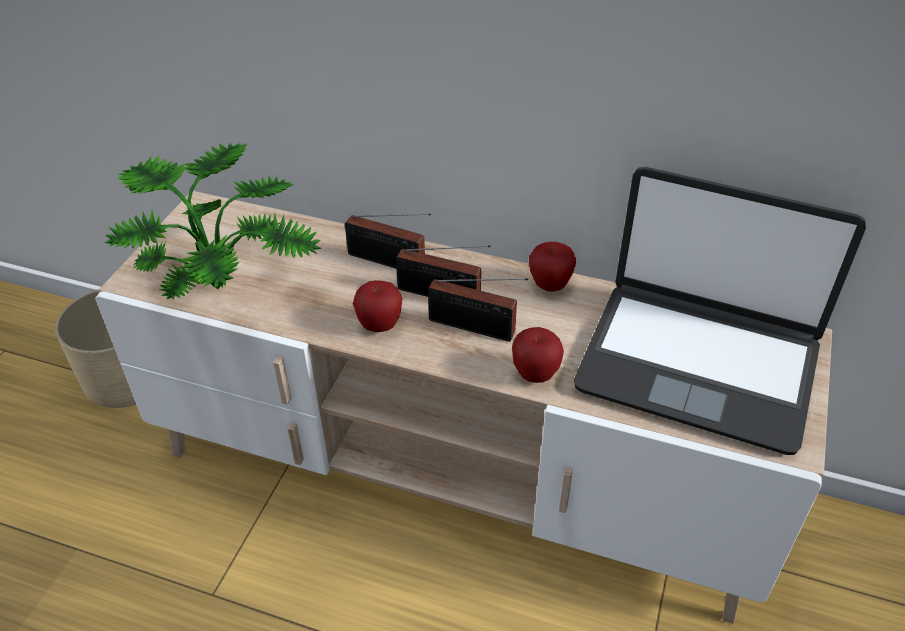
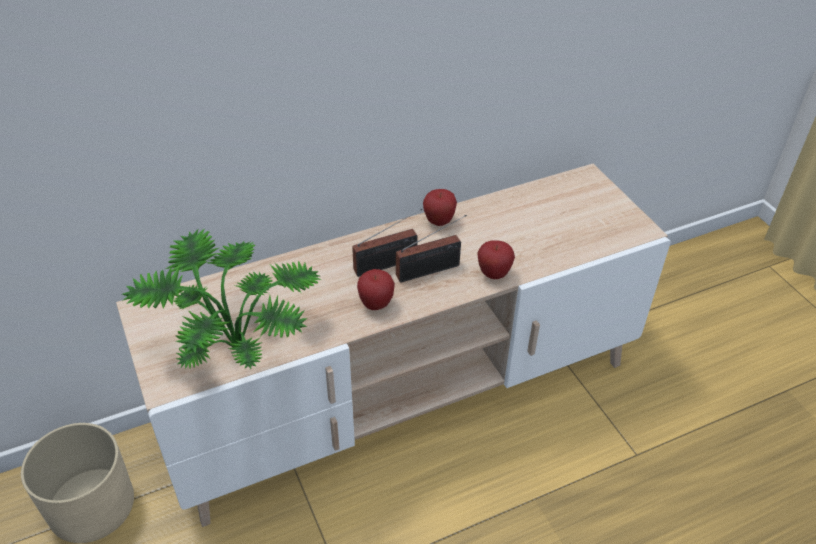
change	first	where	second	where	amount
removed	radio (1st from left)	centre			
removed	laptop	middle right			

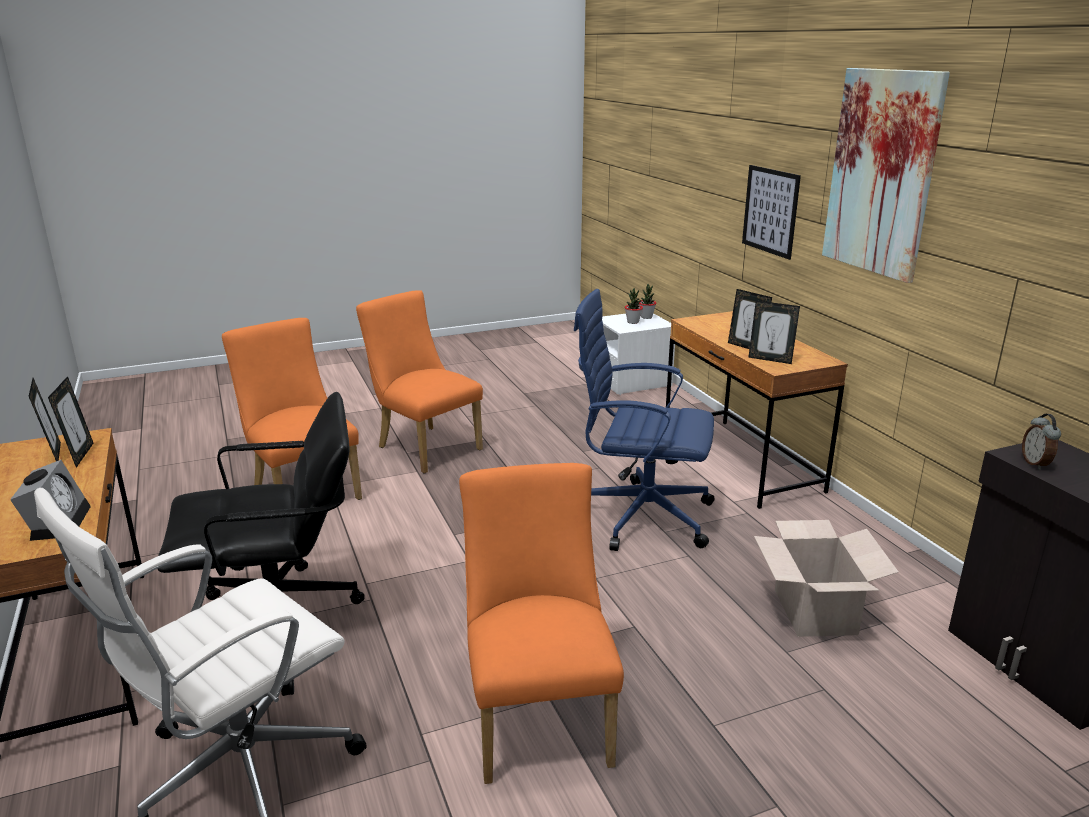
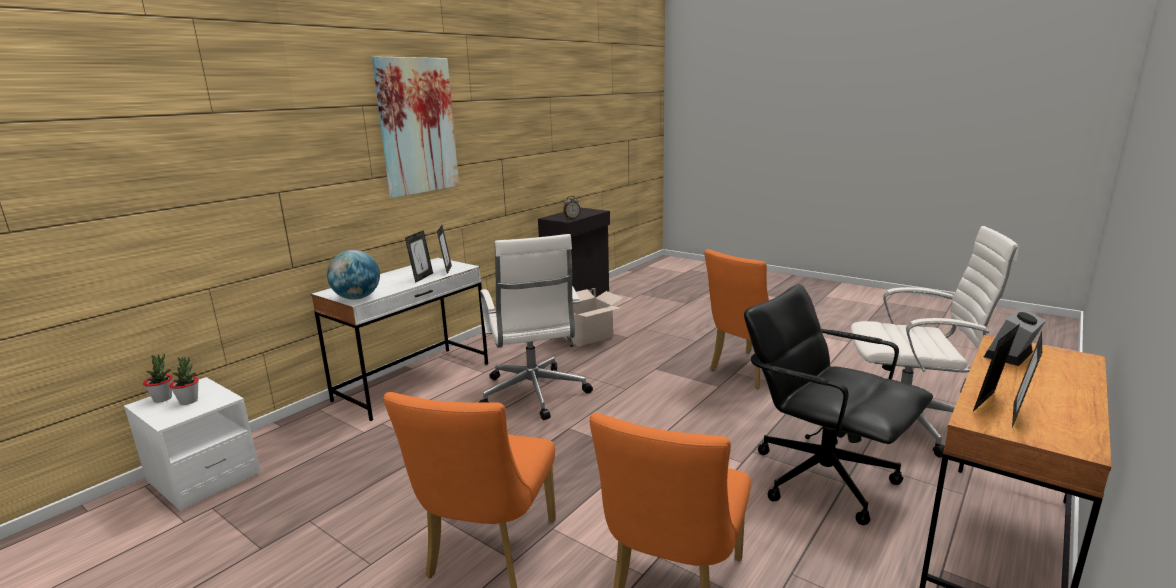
change	first	where	second	where	amount
recoloured	desk (brown) (2nd from left)	middle right	desk (white)	centre	
added			globe	middle left	
recoloured	office chair (blue)	centre	office chair (white) (1st from left)	centre	
removed	picture (1st from left)	top right			

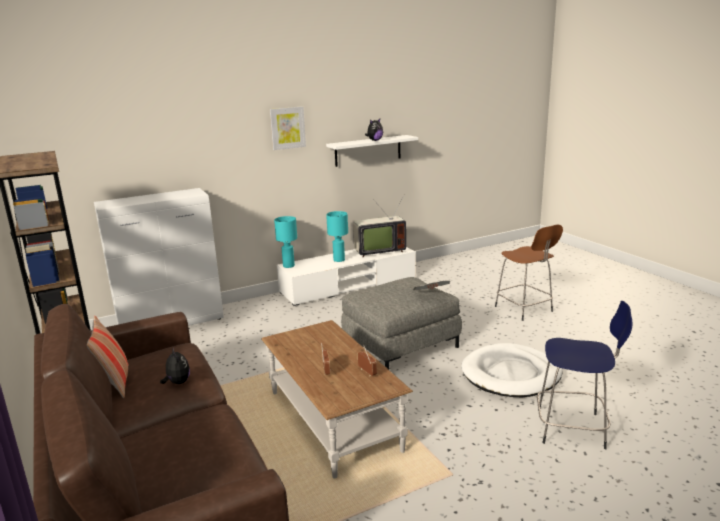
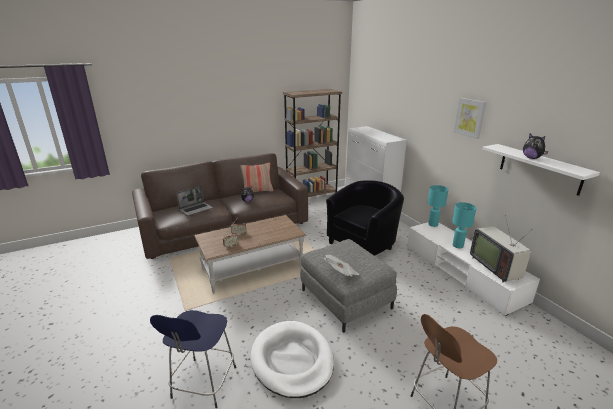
change	first	where	second	where	amount
added			laptop	middle left	
added			armchair (black)	centre	

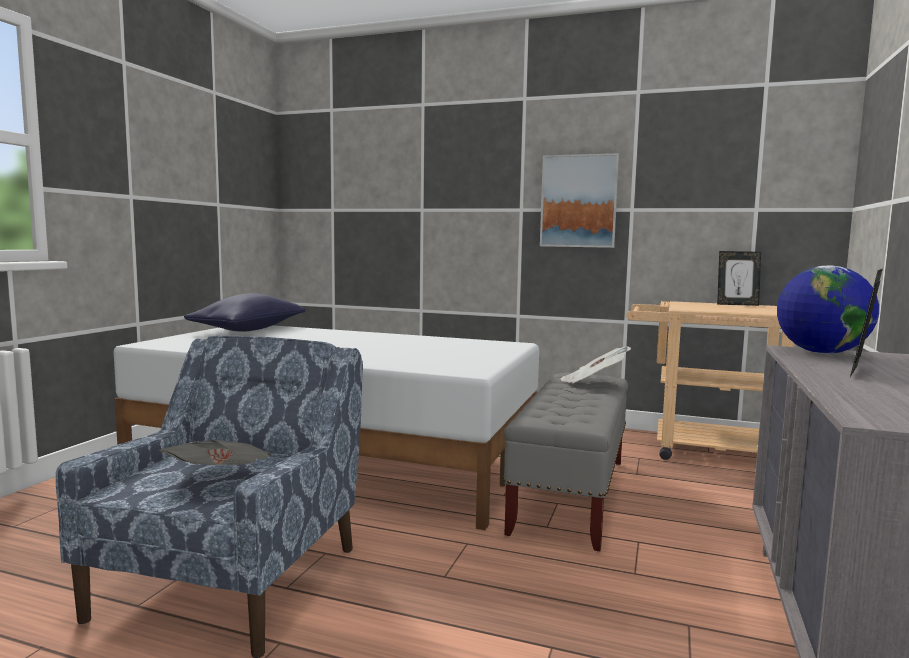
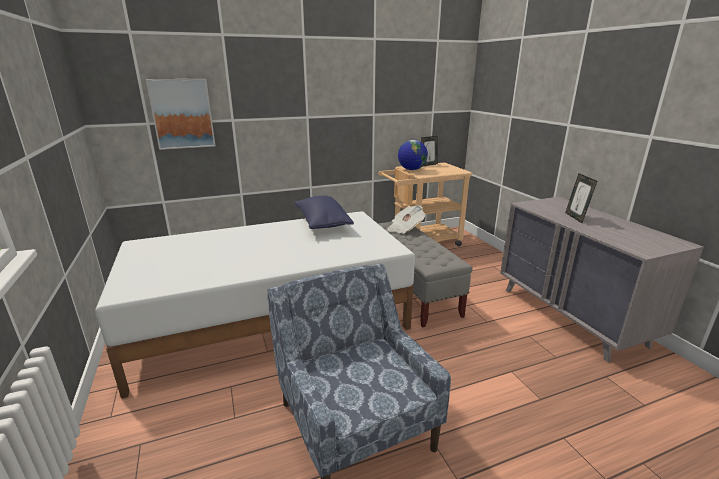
change	first	where	second	where	amount
moved	picture	top centre		top left	
moved	pillow (blue)	middle left		centre	
moved	globe	middle right		top centre	
removed	newspaper (1st from left)	bottom left			

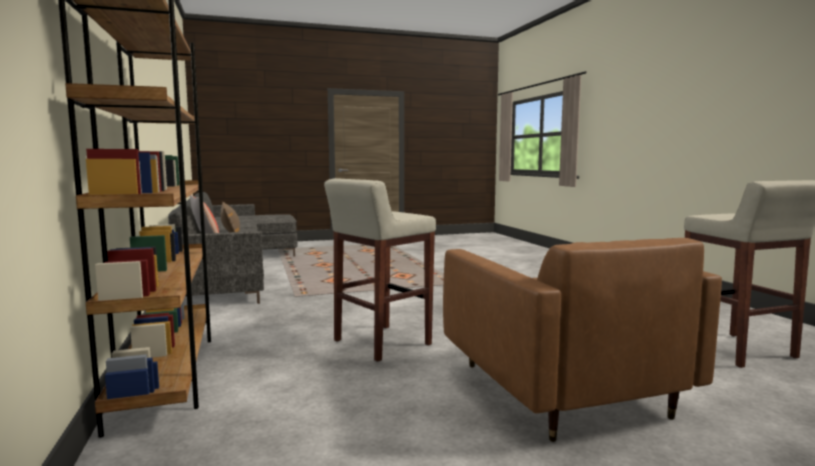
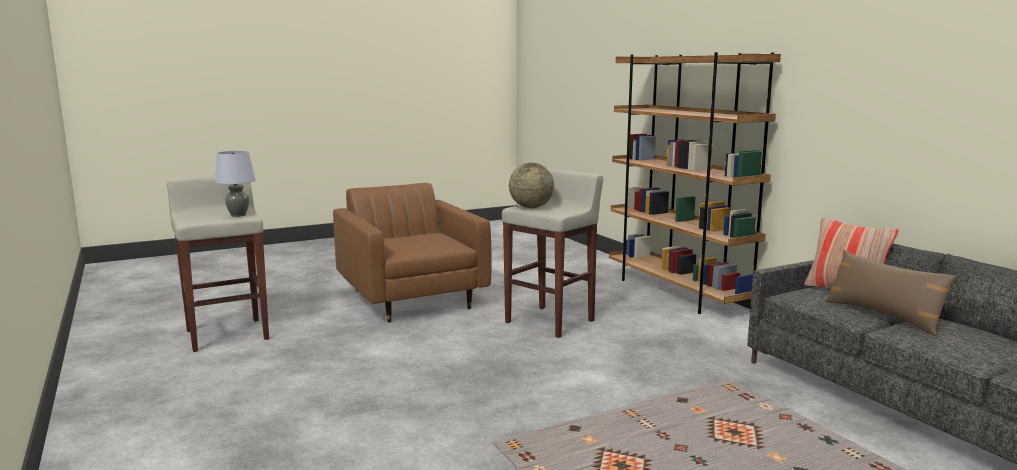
change	first	where	second	where	amount
added			table lamp (grey)	middle left	
added			globe	centre	

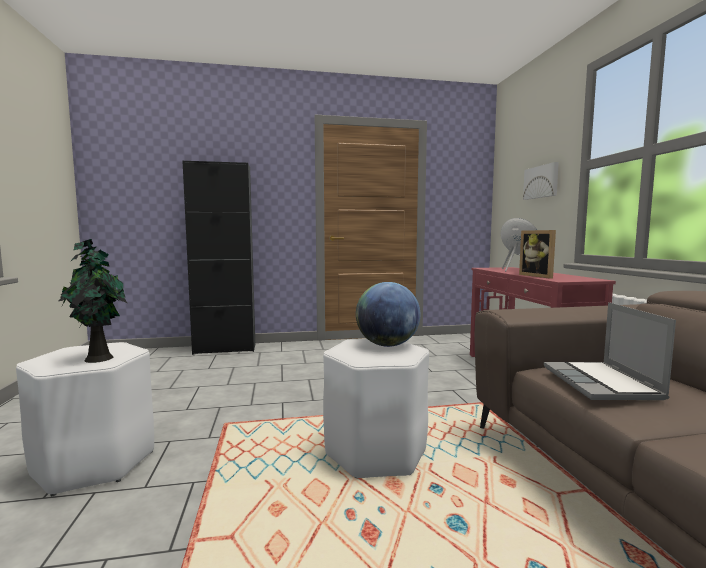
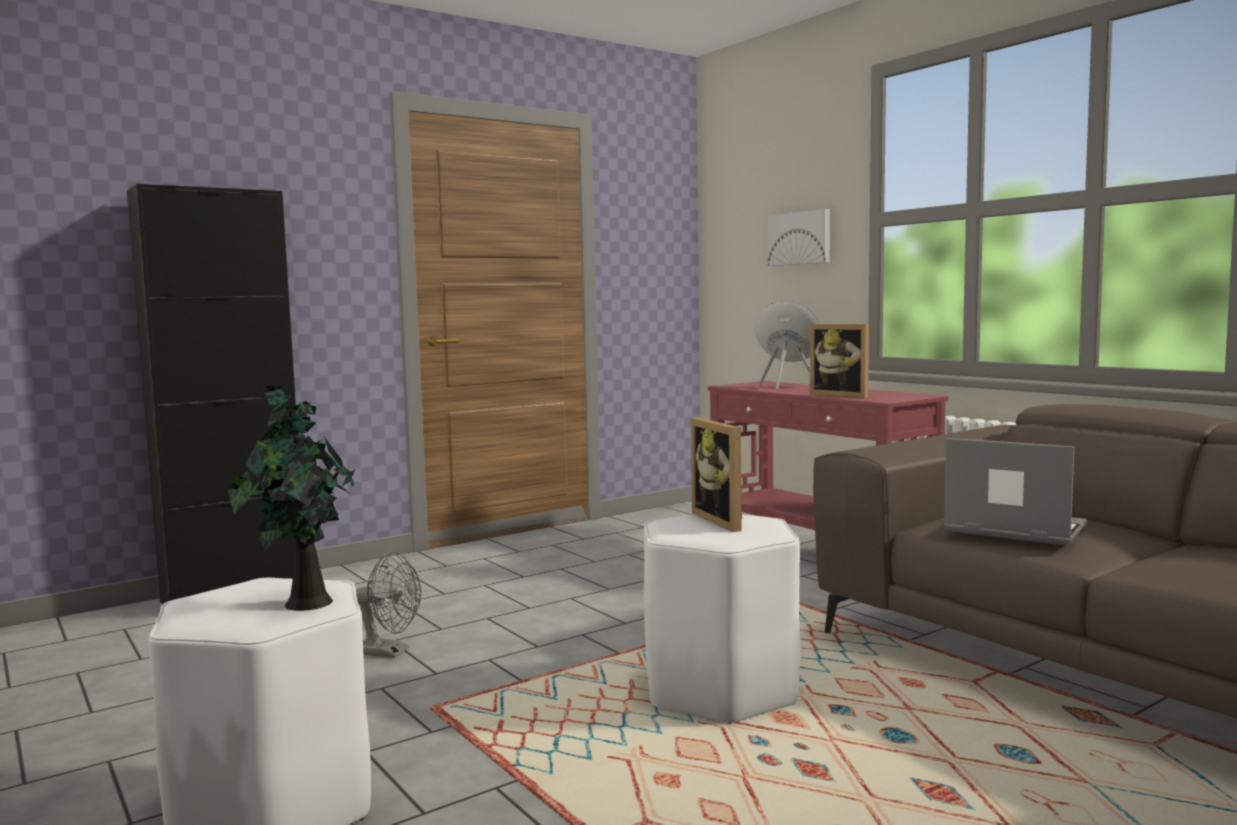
change	first	where	second	where	amount
added			fan (grey)	bottom left	
replaced	globe	centre	picture frame (1st from left)	centre	
turned	laptop	middle right		middle right	150 degrees clockwise

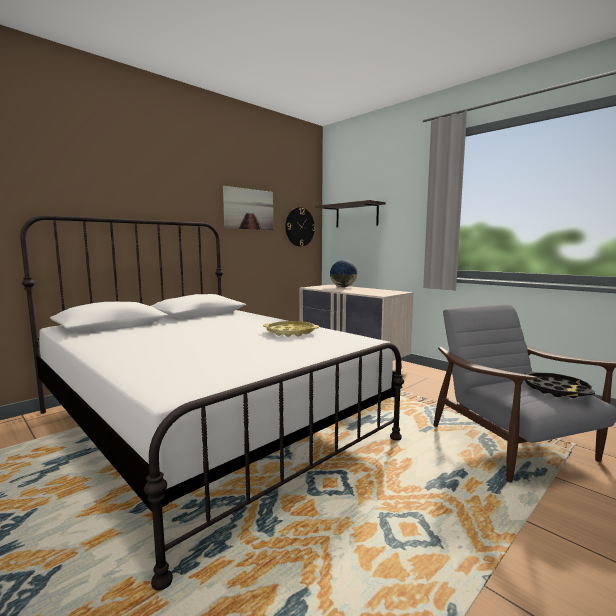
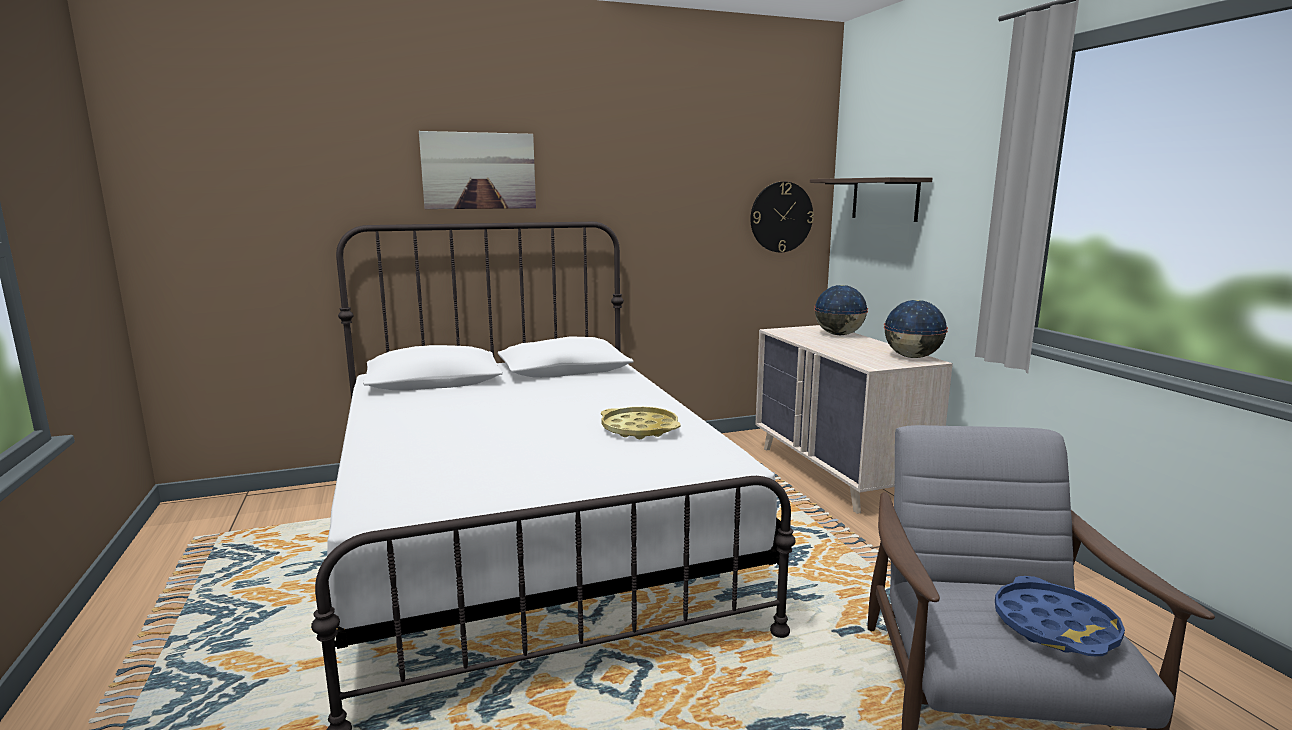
change	first	where	second	where	amount
moved	picture	centre		top centre	
added			globe (2nd from left)	middle right	
recoloured	tray (black)	middle right	tray (blue)	bottom right	

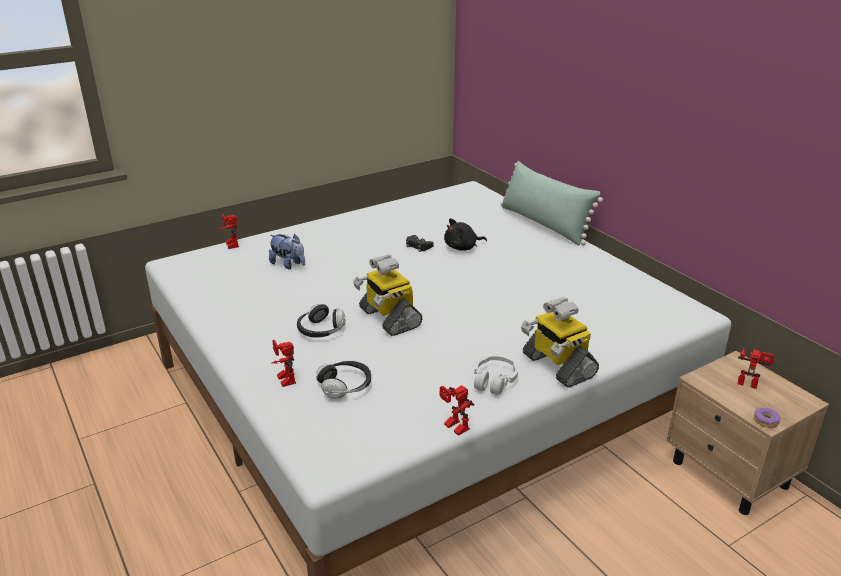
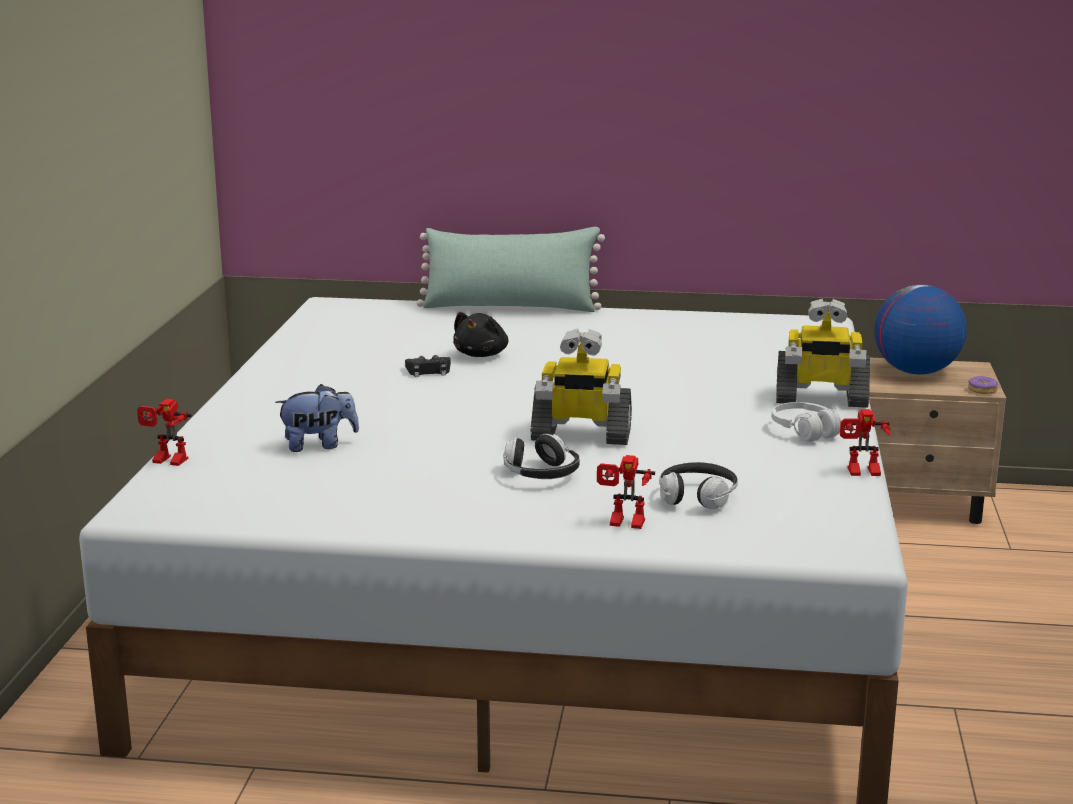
change	first	where	second	where	amount
replaced	toy robot (6th from left)	middle right	globe	middle right	

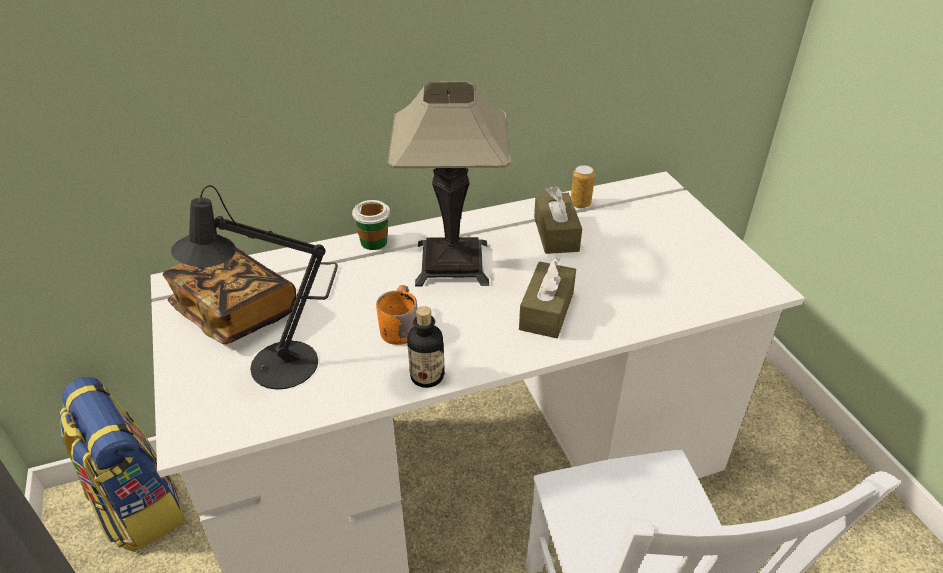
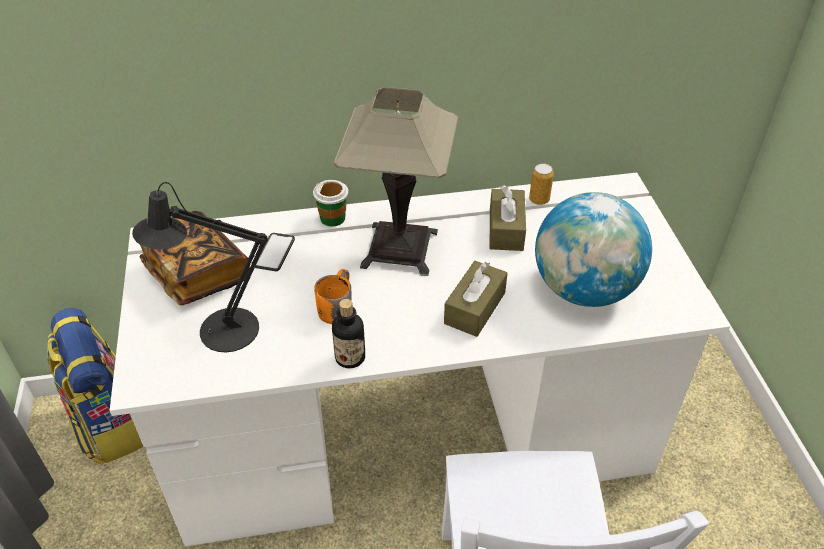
change	first	where	second	where	amount
added			globe	middle right	

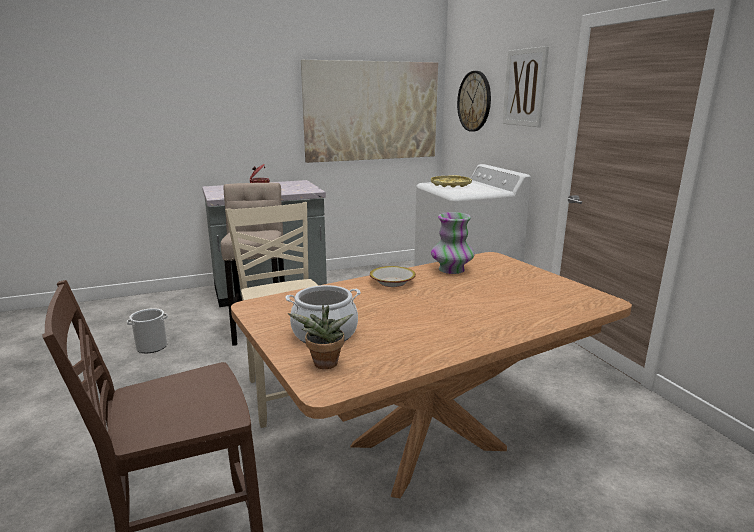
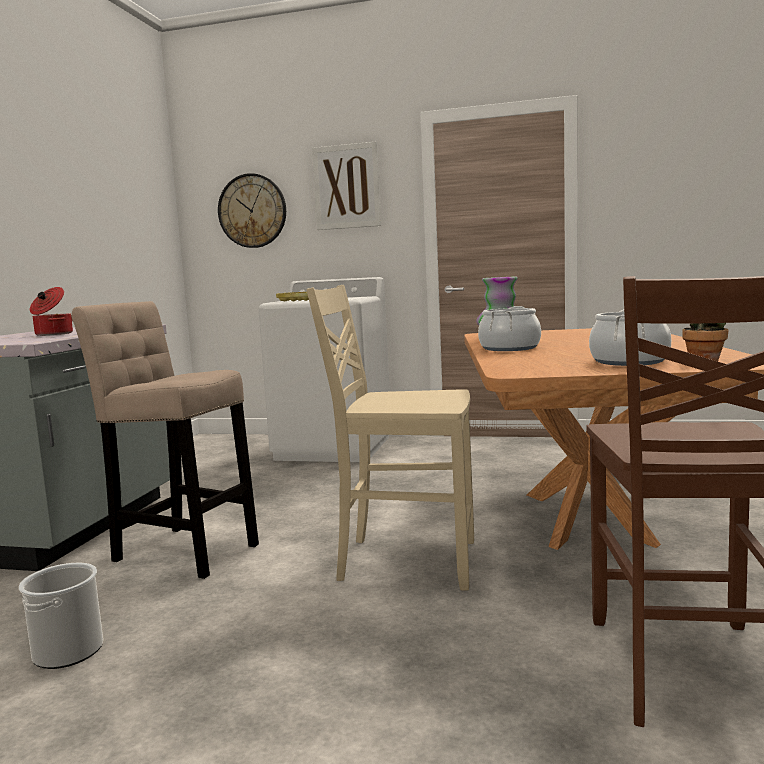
change	first	where	second	where	amount
replaced	bowl	centre	cooking pot (2nd from left)	centre	
removed	picture (1st from left)	top centre			

